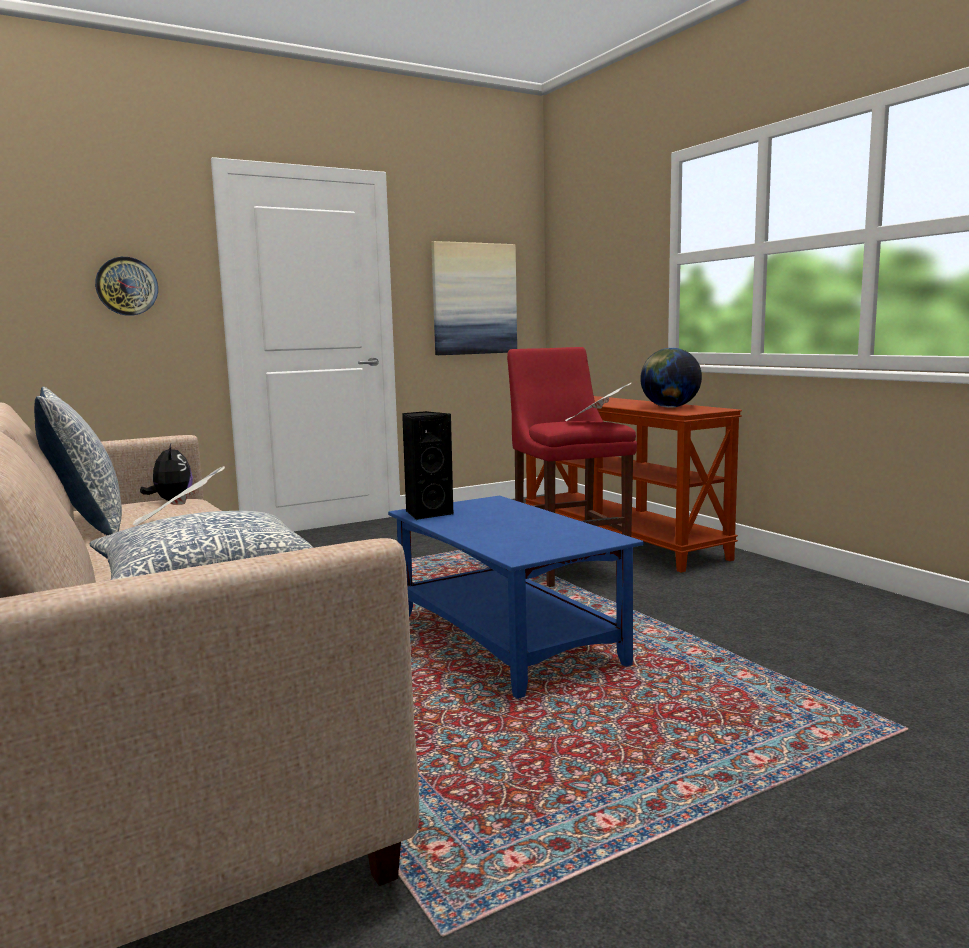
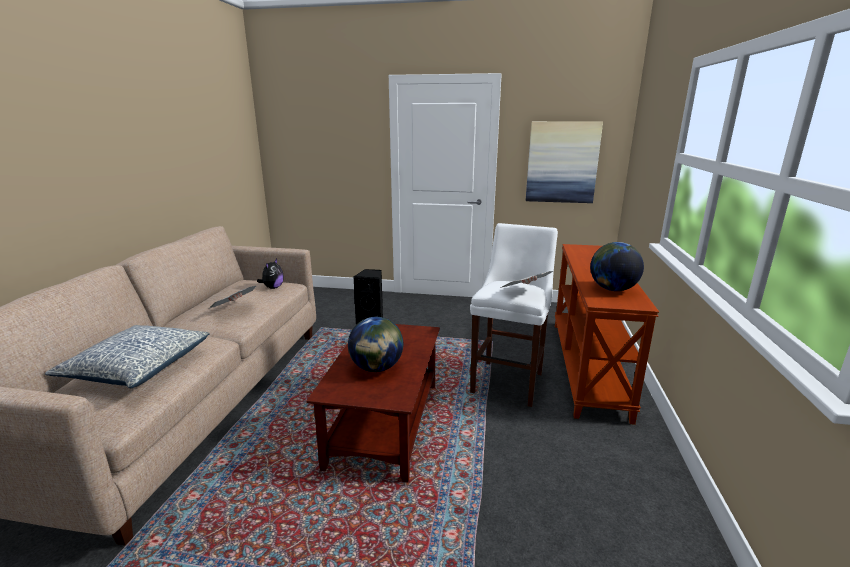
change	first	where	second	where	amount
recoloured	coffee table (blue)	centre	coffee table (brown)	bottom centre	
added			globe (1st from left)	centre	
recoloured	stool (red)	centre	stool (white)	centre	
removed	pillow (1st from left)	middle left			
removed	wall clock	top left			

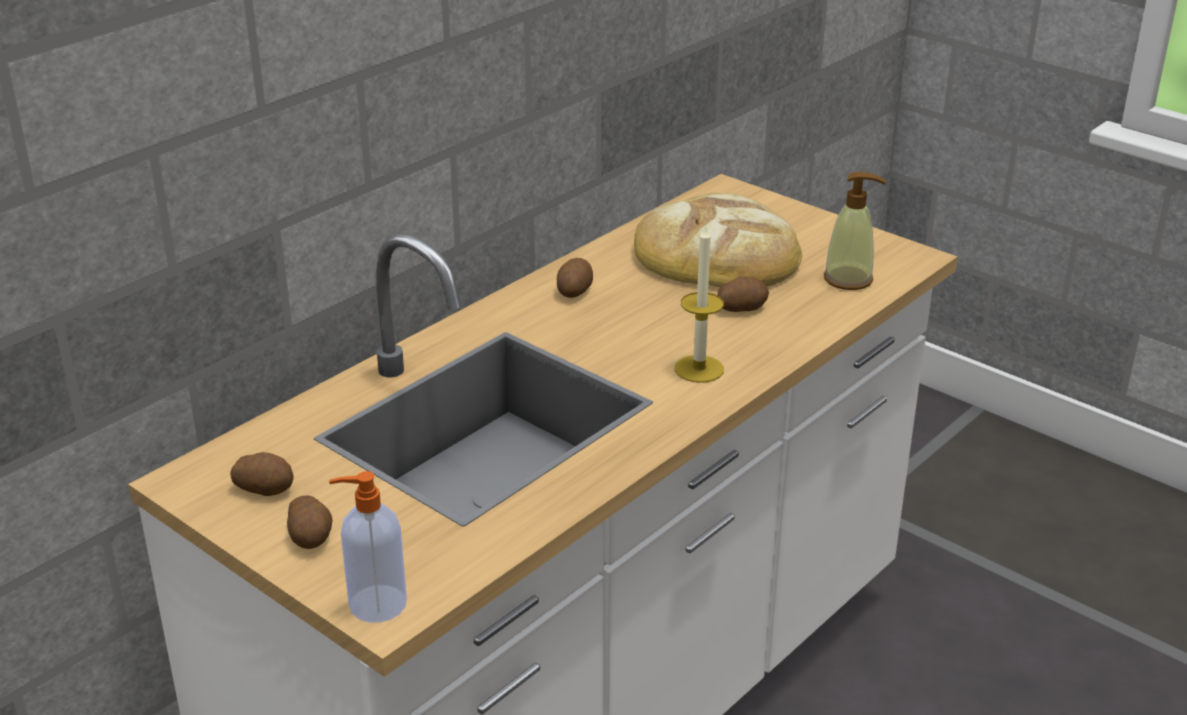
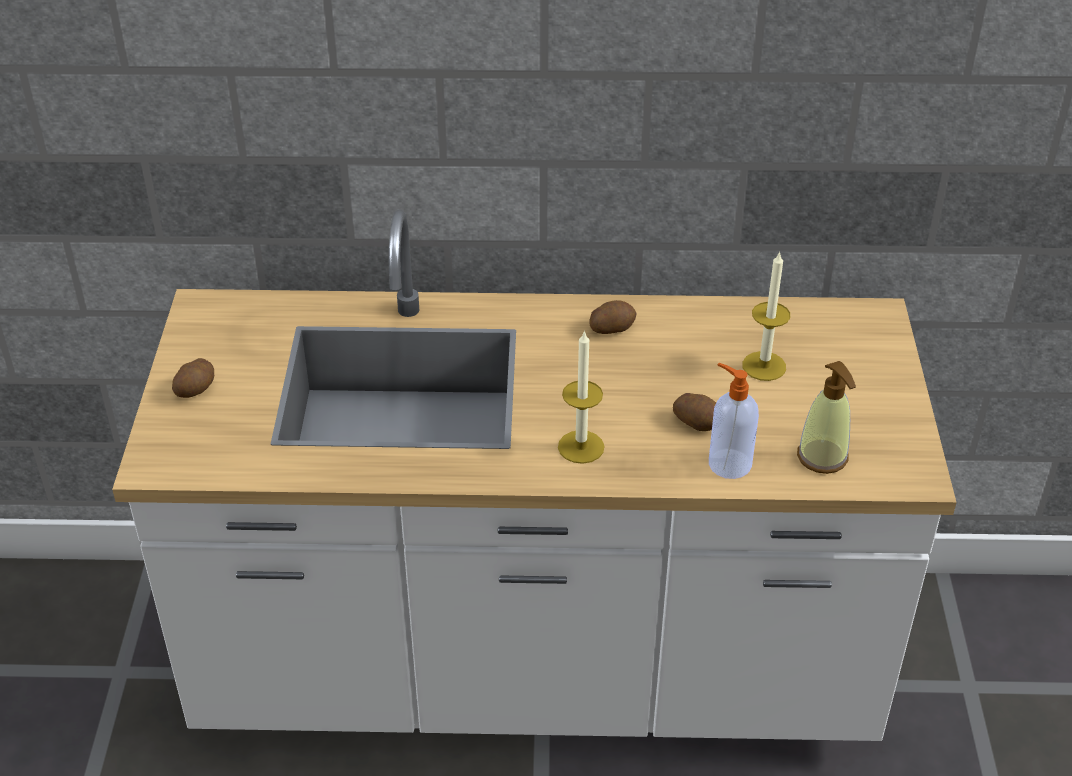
change	first	where	second	where	amount
moved	soap dispenser (1st from left)	bottom left		middle right	
replaced	bread	centre	candle (2nd from left)	middle right	
removed	potato (1st from left)	middle left			

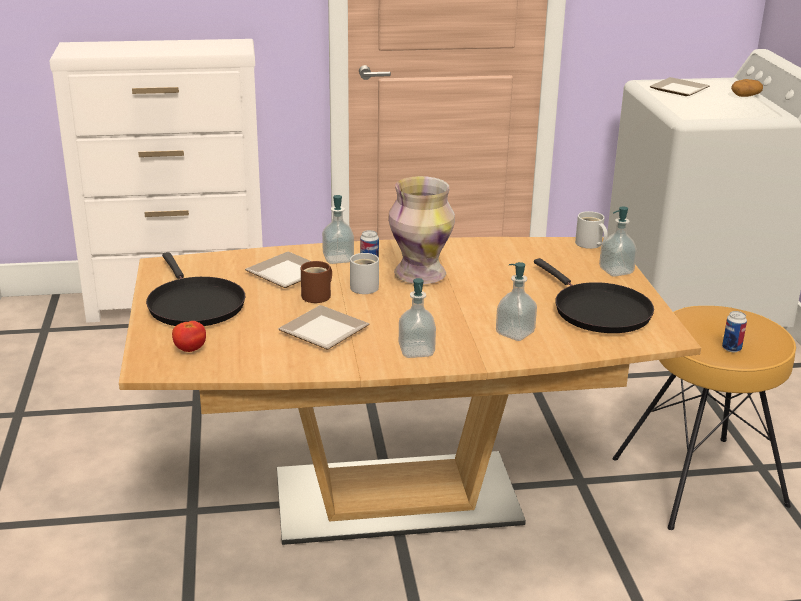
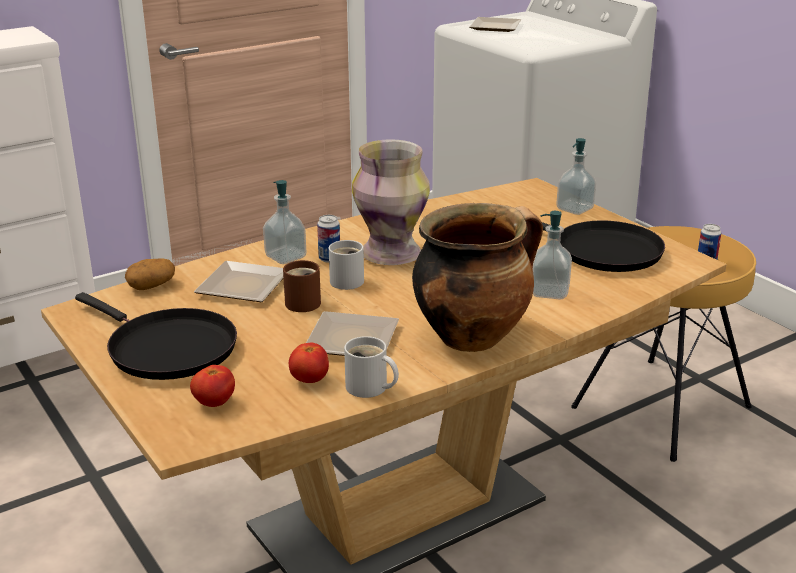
change	first	where	second	where	amount
moved	potato	top right		middle left	
added			tomato (2nd from left)	centre	
moved	mug (white) (2nd from left)	middle right		centre	
replaced	soap dispenser (2nd from left)	centre	cooking pot	centre	

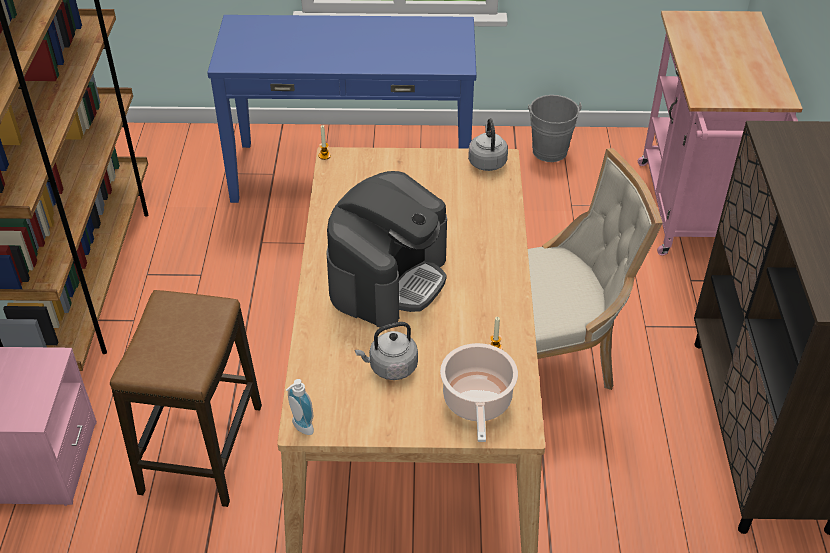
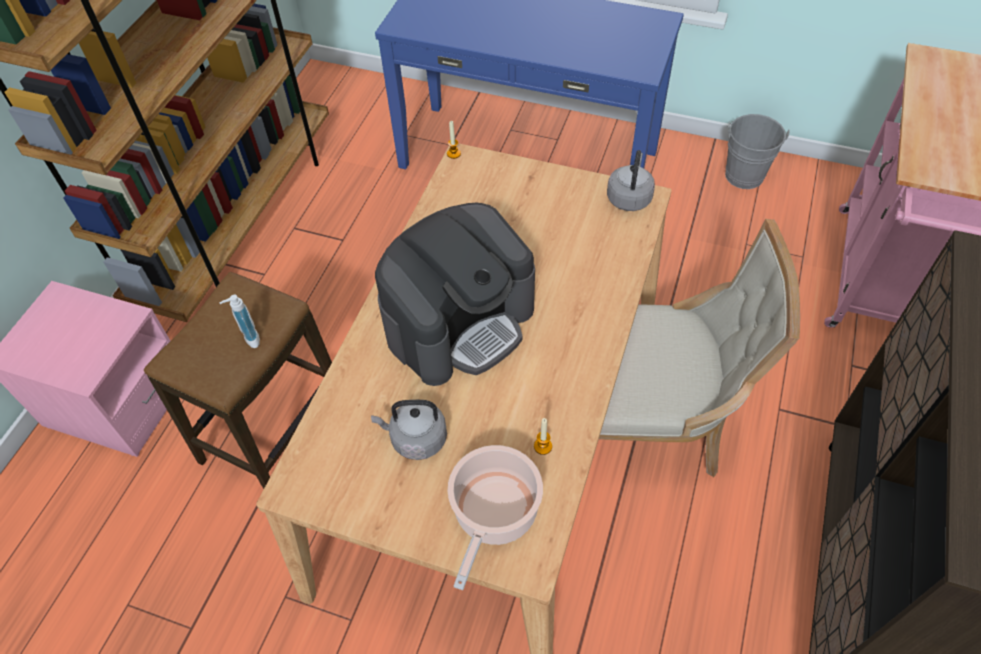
change	first	where	second	where	amount
moved	soap dispenser	bottom centre		middle left	

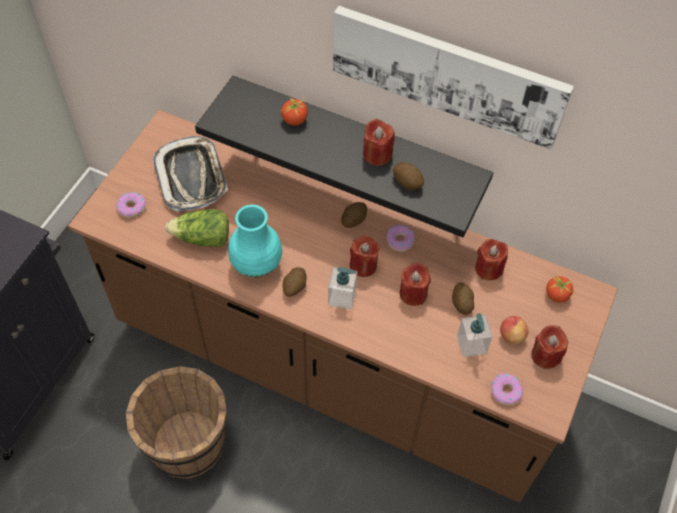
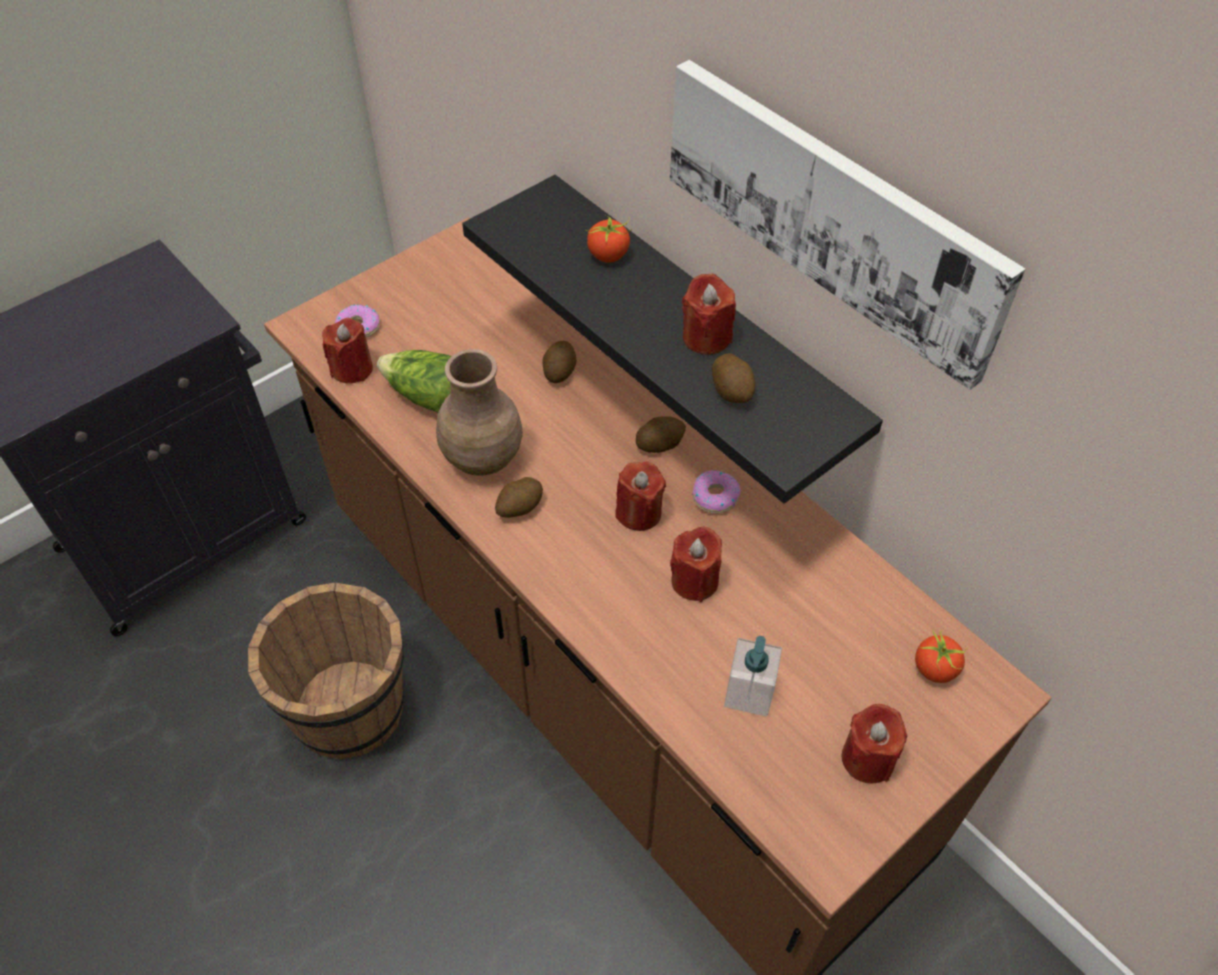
change	first	where	second	where	amount
moved	candle (red) (4th from left in the first image)	middle right	candle (red) (1st from left)	middle left	
recoloured	vase (turquoise)	centre	vase (brown)	centre	
moved	potato (4th from left in the first image)	middle right	potato (2nd from left)	centre	
removed	tray	middle left			
removed	soap dispenser (1st from left)	centre			
removed	donut (3rd from left)	bottom right			
removed	apple	middle right			

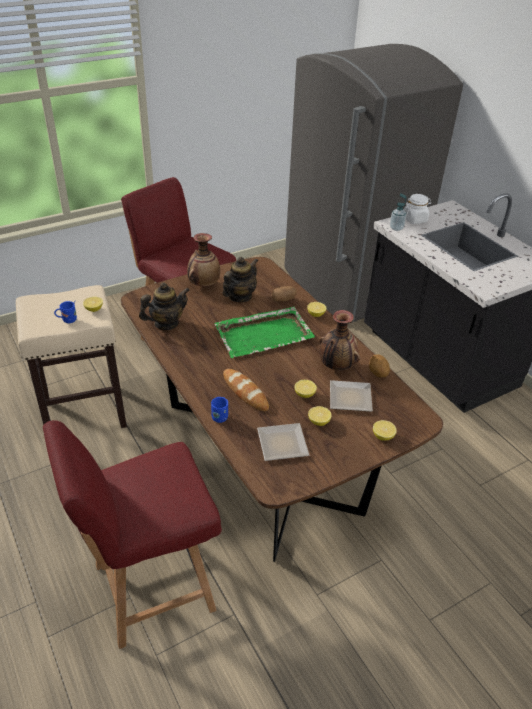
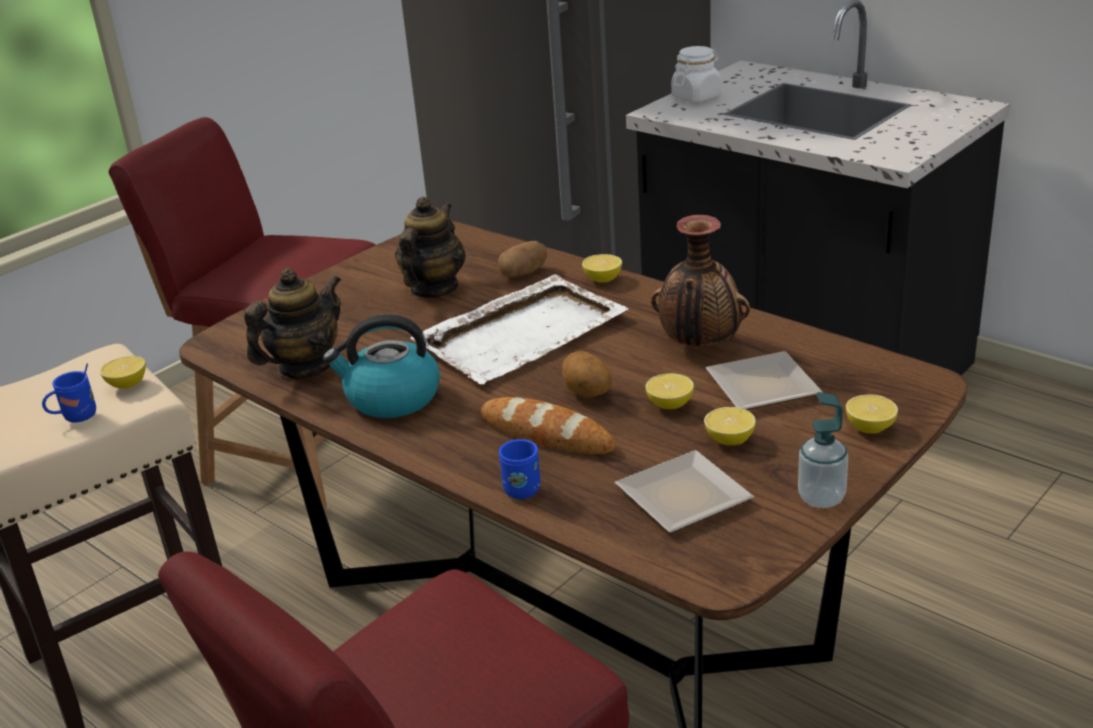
change	first	where	second	where	amount
added			kettle	centre	
recoloured	tray (green)	centre	tray (white)	centre	
moved	potato (2nd from left)	middle right		centre	
moved	soap dispenser	top right		middle right	
removed	vase (1st from left)	centre			

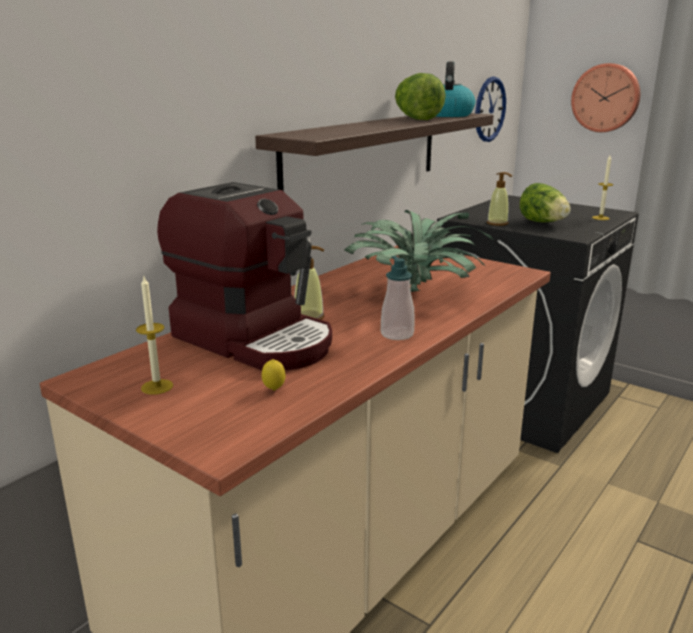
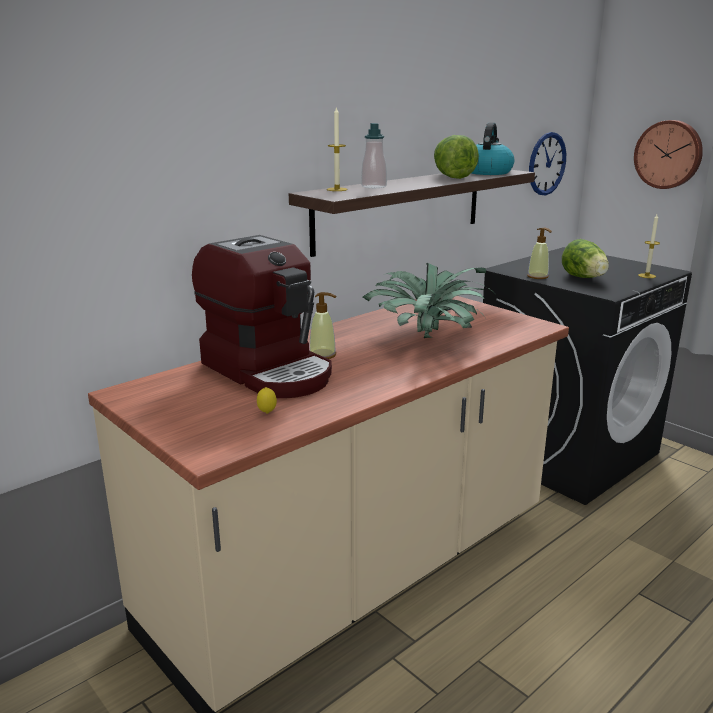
change	first	where	second	where	amount
moved	candle (1st from left)	middle left		top centre	
moved	soap dispenser (2nd from left)	centre		top centre	

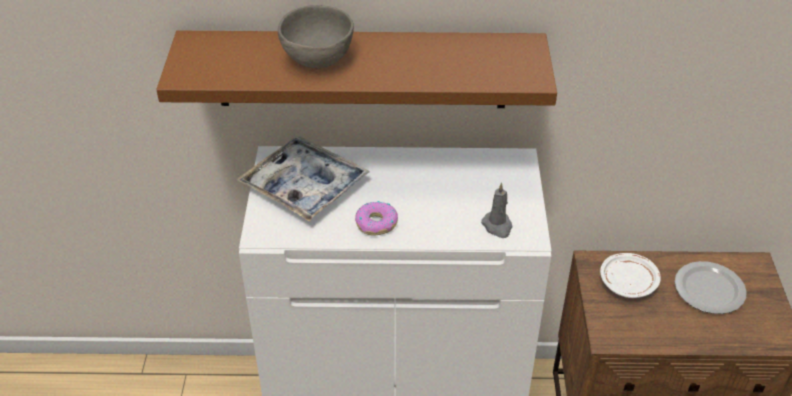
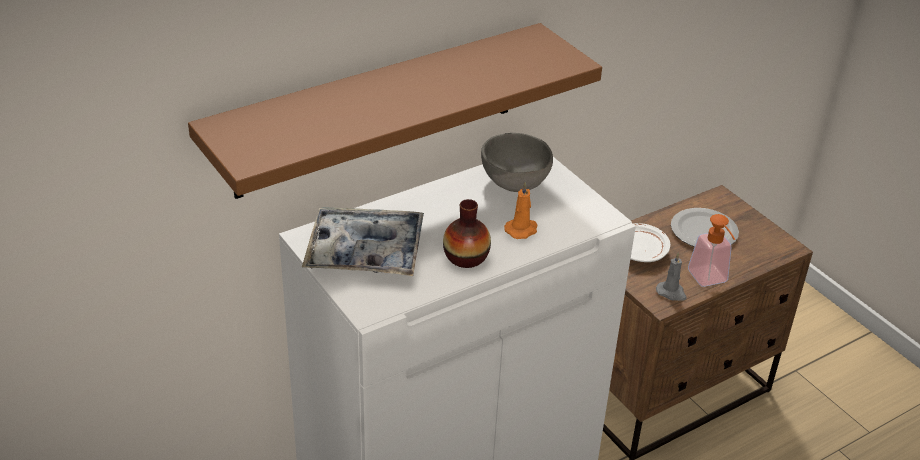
change	first	where	second	where	amount
replaced	donut	centre	vase	centre	
moved	bowl (grey)	top centre		centre	
added			candle (orange)	centre	
moved	candle (grey)	centre		middle right	
added			soap dispenser	middle right	

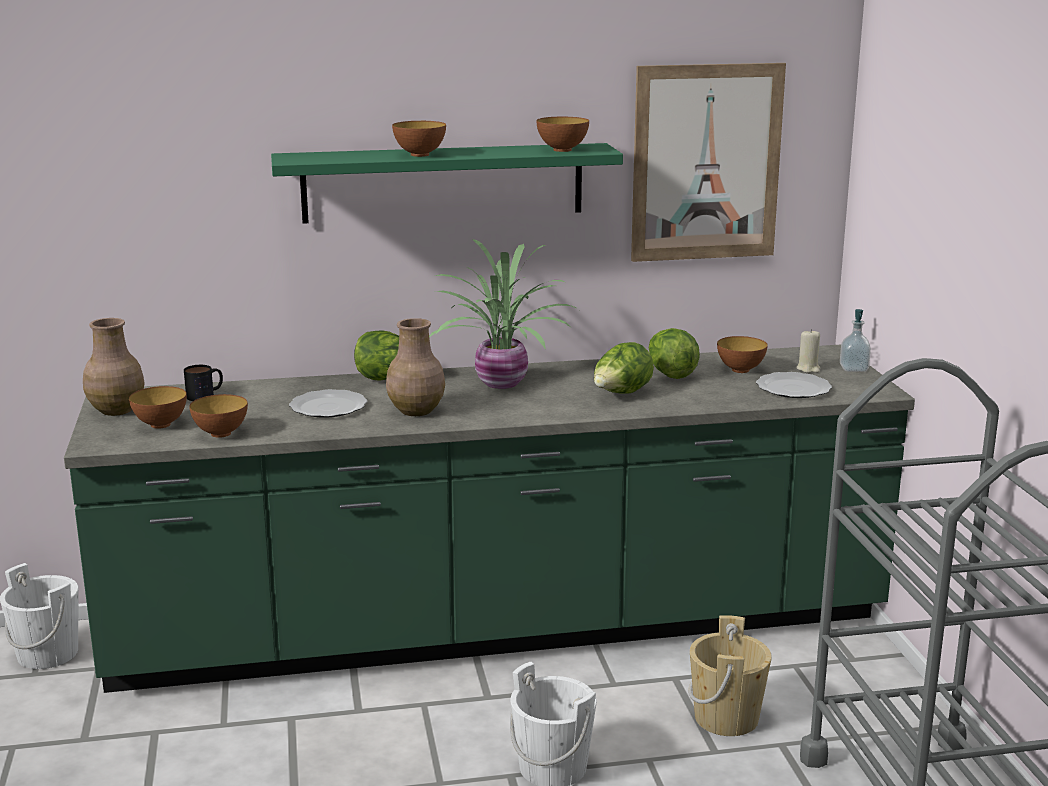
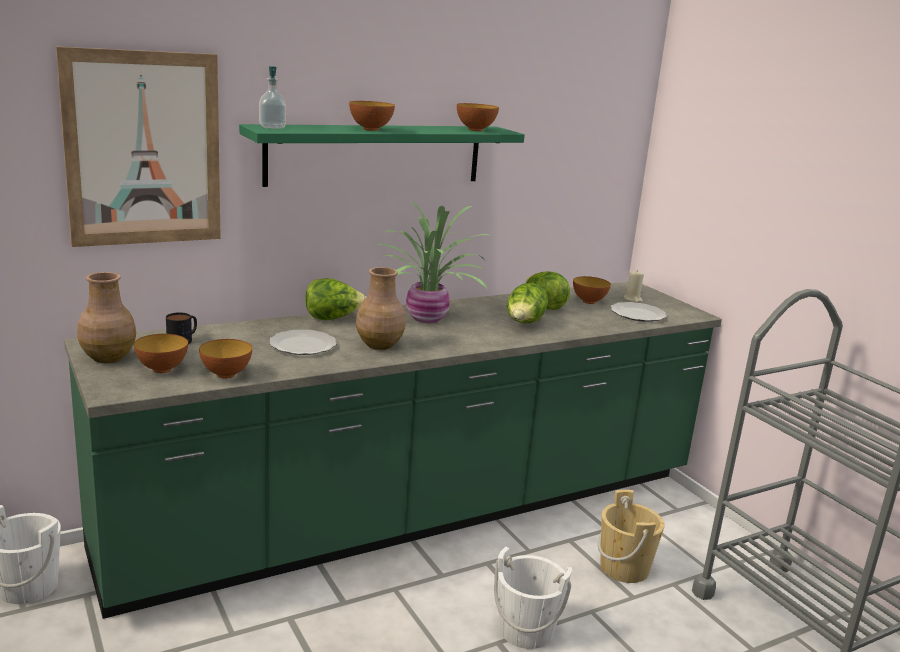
change	first	where	second	where	amount
moved	picture	top right		top left	
moved	soap dispenser	middle right		top left	

